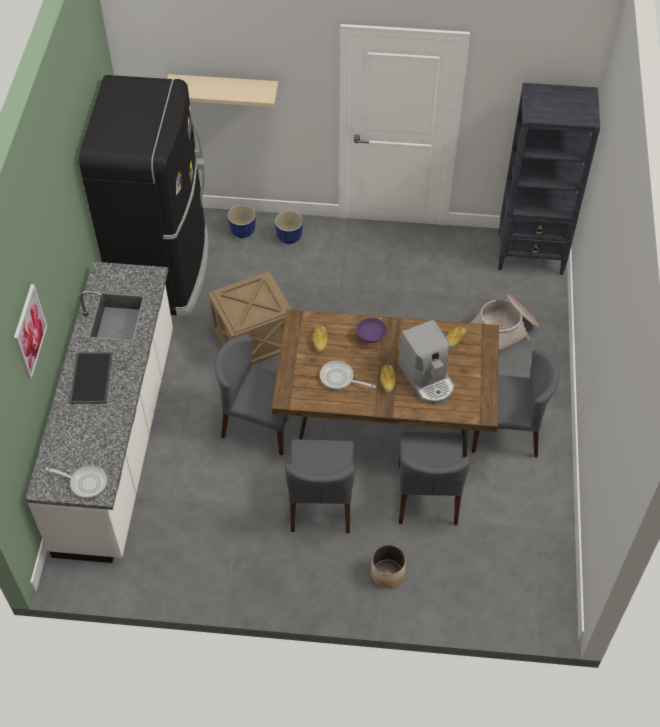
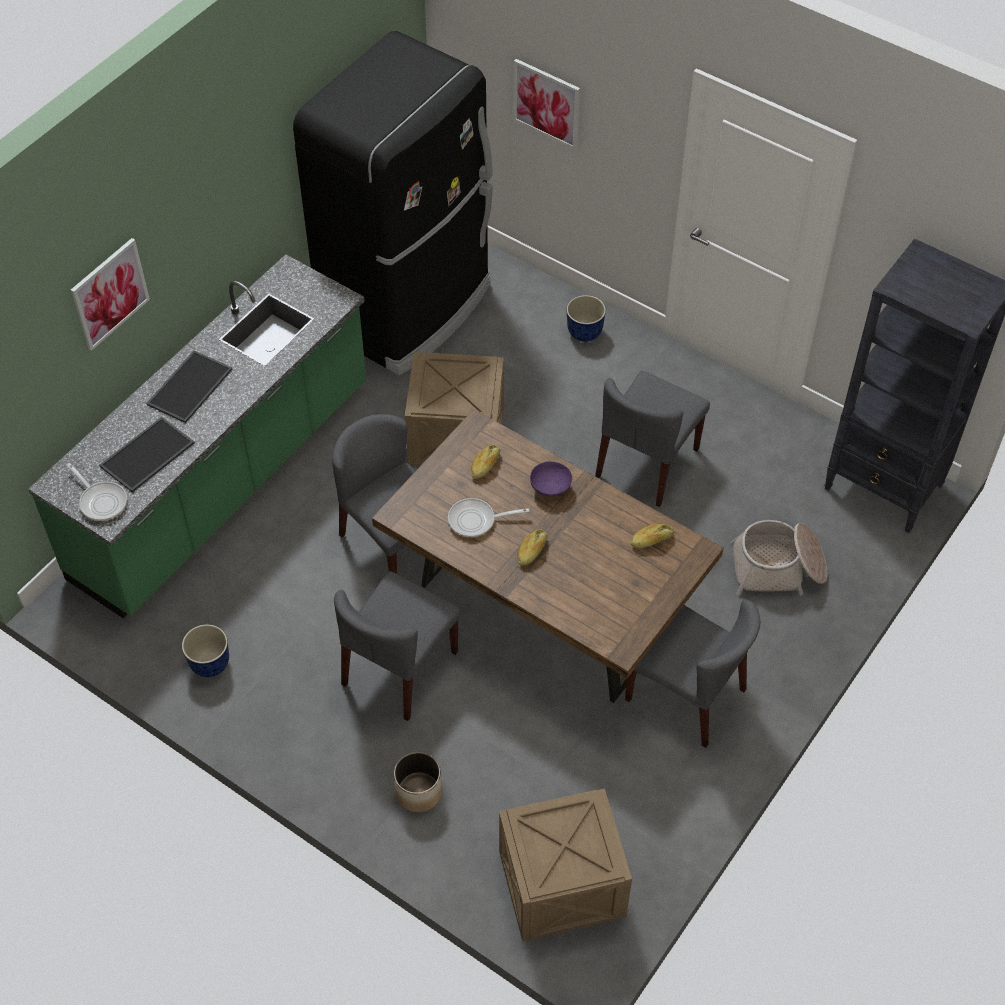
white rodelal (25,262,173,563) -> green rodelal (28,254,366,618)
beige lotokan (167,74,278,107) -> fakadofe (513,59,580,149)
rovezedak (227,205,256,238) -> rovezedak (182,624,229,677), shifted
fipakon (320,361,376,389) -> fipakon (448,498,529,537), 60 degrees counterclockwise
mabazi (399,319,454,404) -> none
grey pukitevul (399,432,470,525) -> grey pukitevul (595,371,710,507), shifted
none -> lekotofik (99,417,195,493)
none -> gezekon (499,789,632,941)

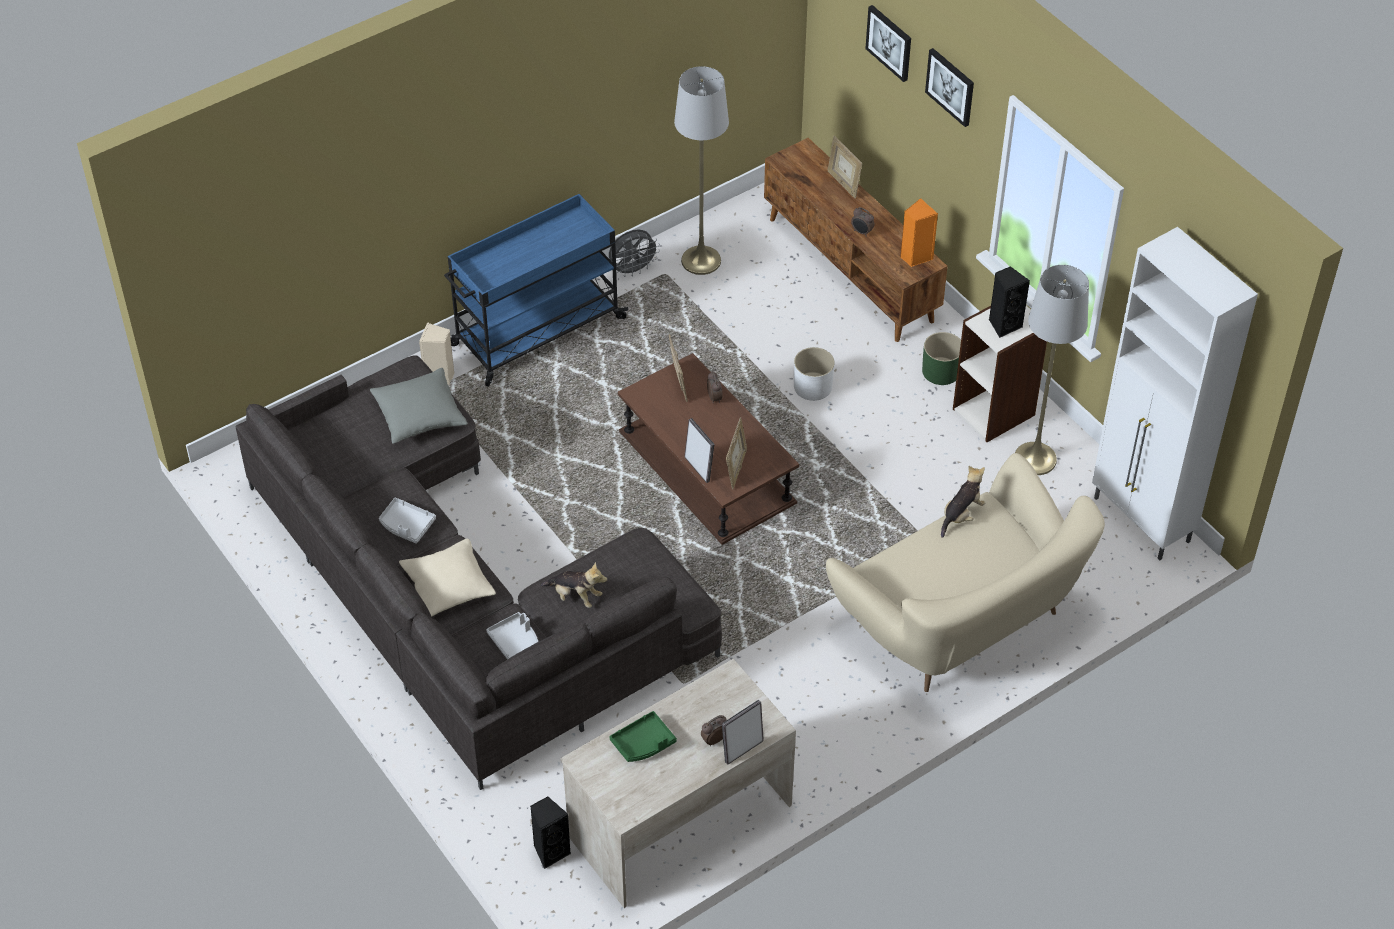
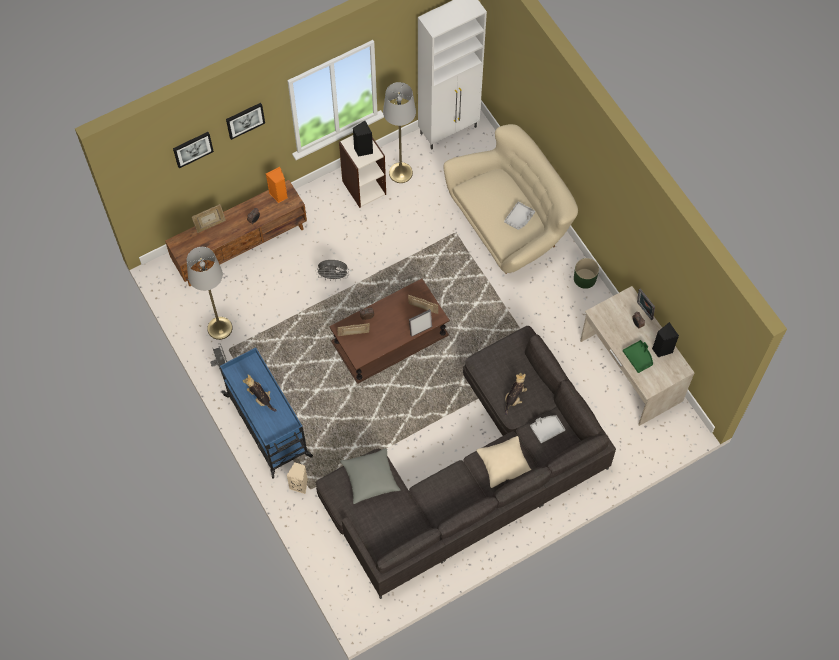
grey lekotofik (379,498,436,544) -> grey lekotofik (504,202,535,230), shifted
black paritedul (530,796,571,869) -> black paritedul (652,322,679,357), shifted
white rovezedak (794,347,835,401) -> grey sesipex (316,260,349,281)
green rovezedak (922,332,961,385) -> green rovezedak (574,258,599,289), shifted
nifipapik (941,466,985,538) -> nifipapik (243,375,277,412), shifted

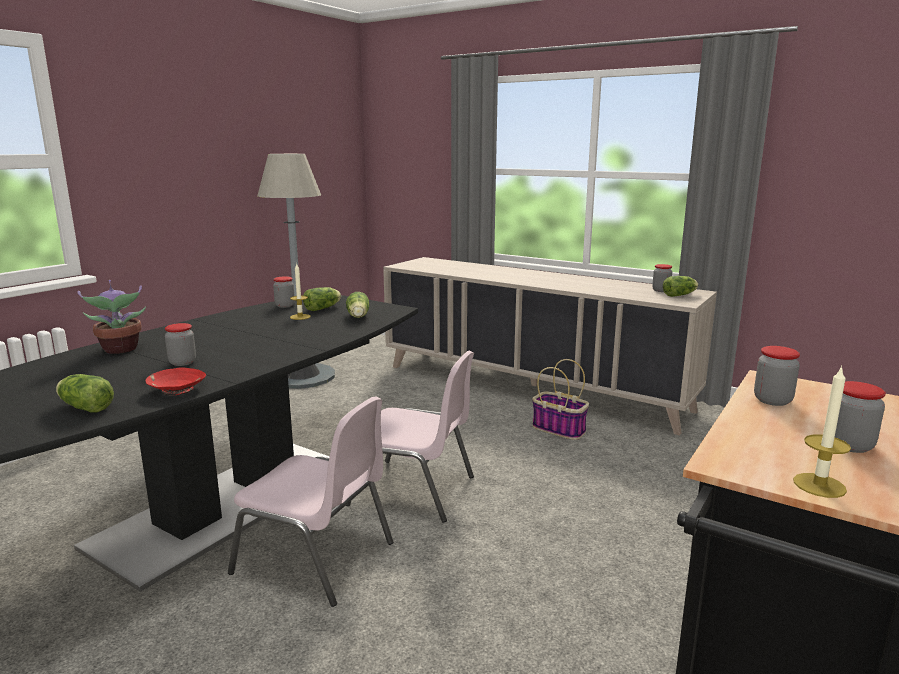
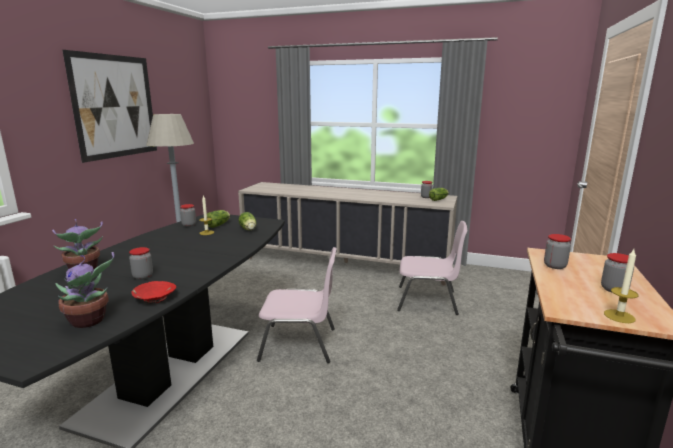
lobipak (56,374,114,413) -> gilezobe (55,252,115,328)
pink pukitevul (228,397,393,607) -> pink pukitevul (397,221,467,315), shifted
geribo (532,359,589,440) -> none
none -> fakadofe (63,50,157,163)

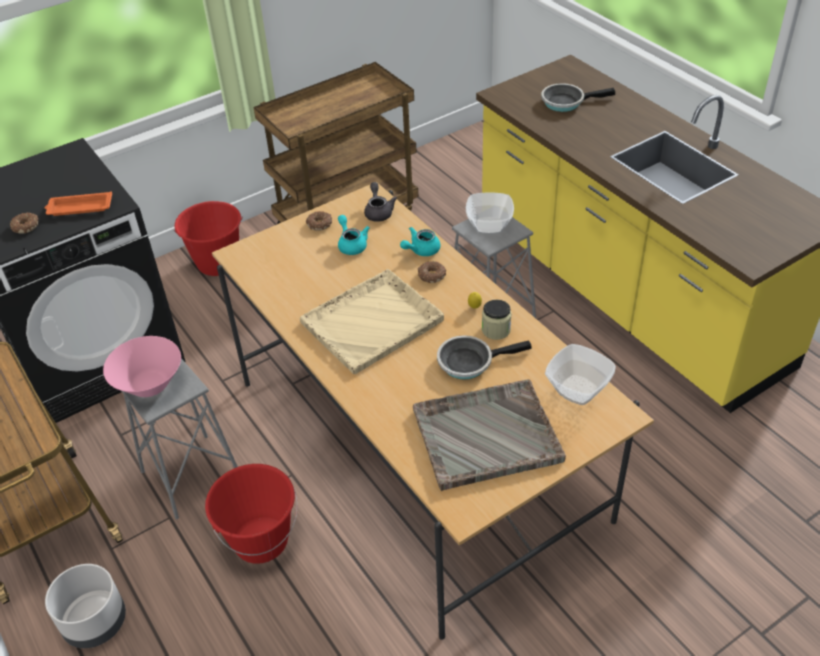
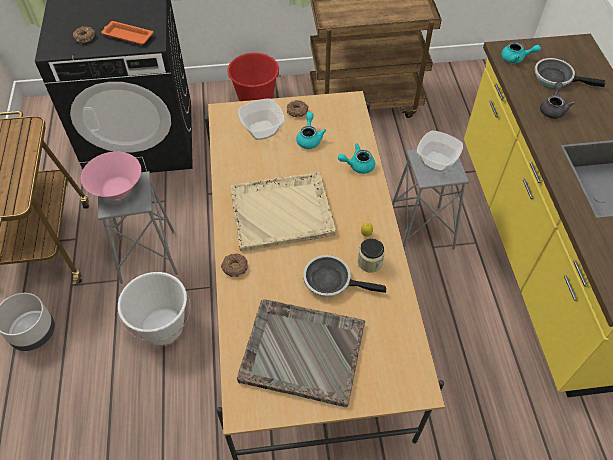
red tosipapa (205,464,297,564) -> white tosipapa (117,272,191,345)
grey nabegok (364,182,397,222) -> grey nabegok (540,82,575,119), shifted
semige (418,261,446,283) -> semige (221,253,248,277), shifted
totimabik (545,344,616,405) -> totimabik (238,99,285,140), shifted
none -> turquoise nabegok (501,42,541,63)

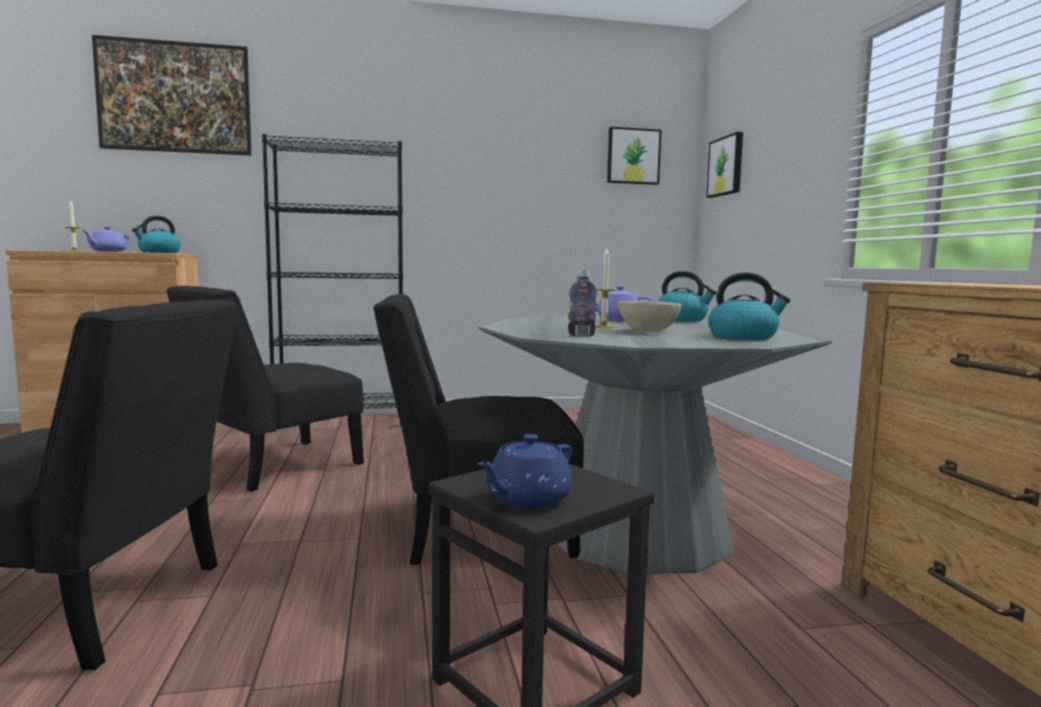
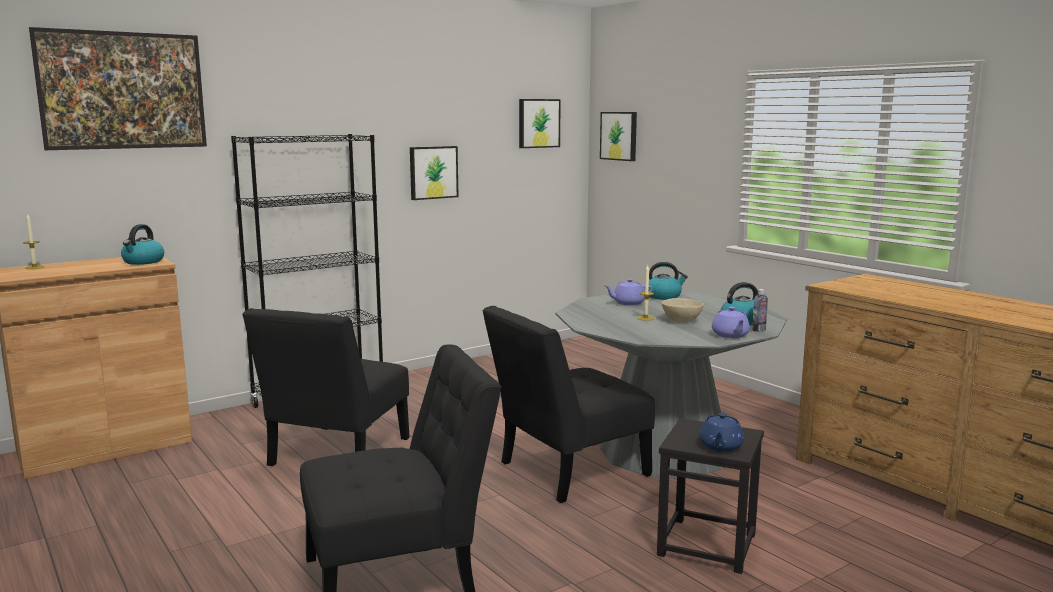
purple nabegok (82,227,129,252) -> purple nabegok (712,307,750,338), shifted
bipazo (568,270,597,336) -> bipazo (752,289,768,332), shifted
none -> fakadofe (410,146,459,200)

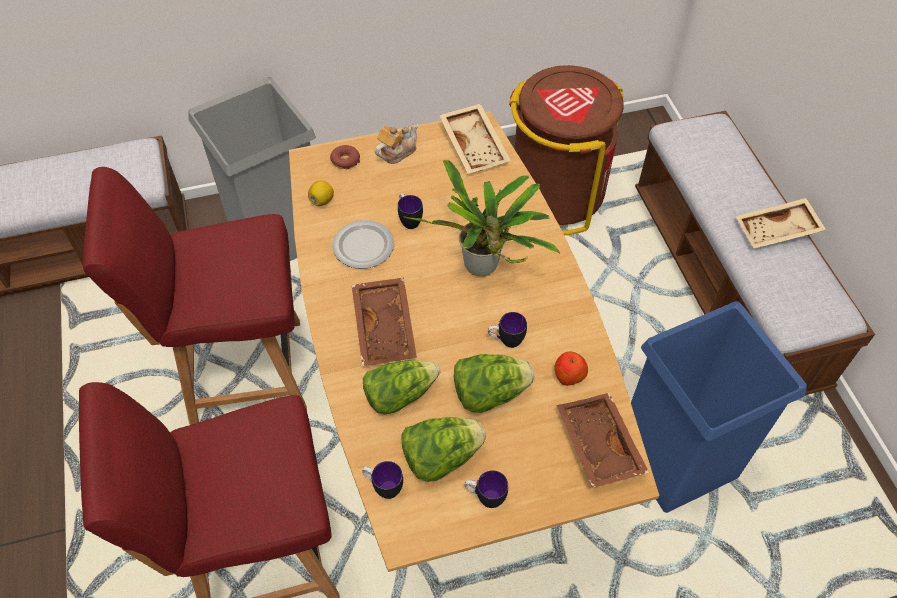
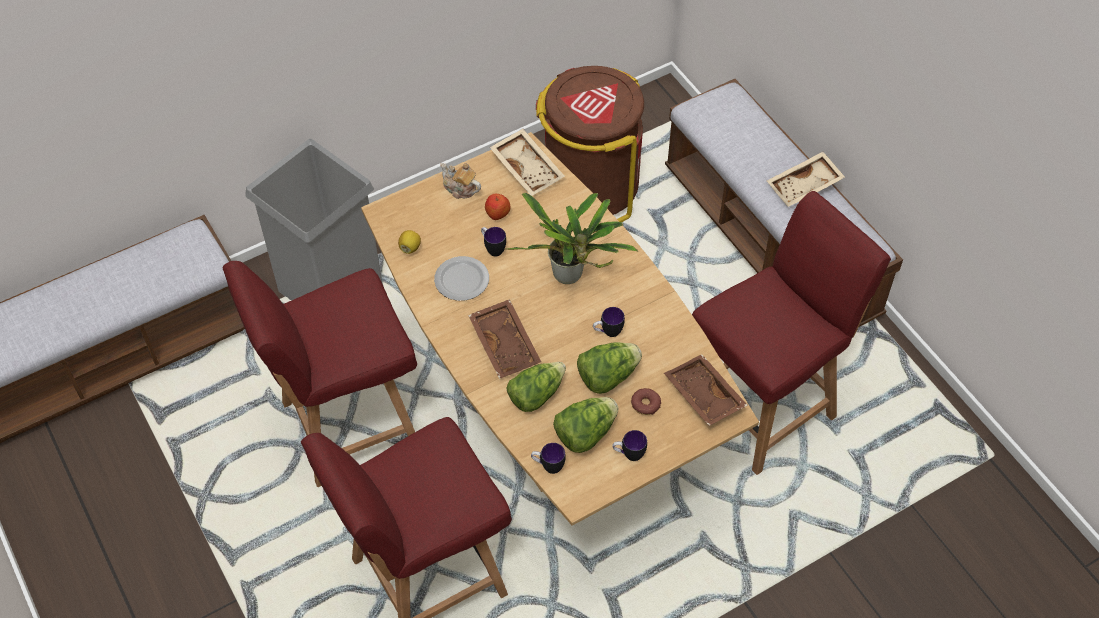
semige (330,145,360,169) -> semige (631,388,661,415), shifted
nabegok (375,123,418,164) -> nabegok (440,163,481,199), 90 degrees counterclockwise
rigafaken (554,351,588,386) -> rigafaken (485,194,511,220), shifted
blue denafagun (631,301,807,513) -> red pukitevul (692,191,891,475)

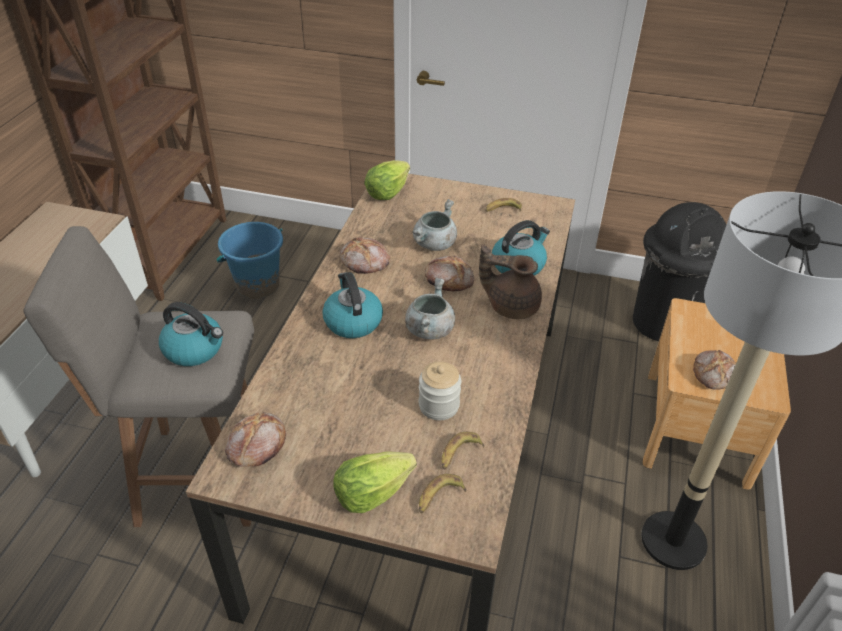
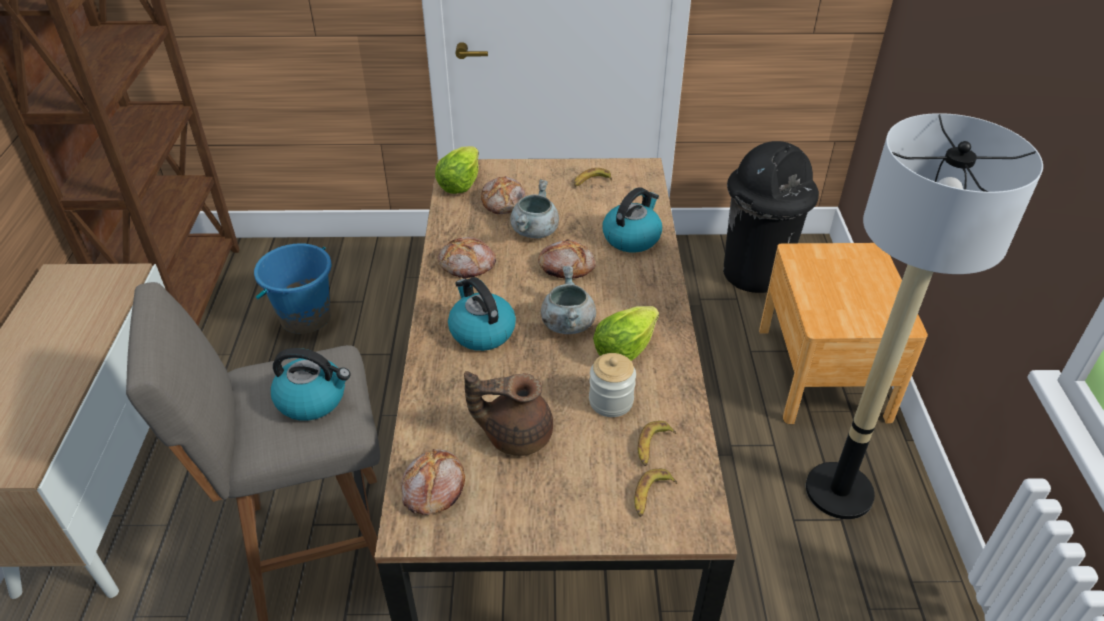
lobipak (333,451,417,513) -> lobipak (593,306,659,361), shifted
brown nabegok (479,244,542,319) -> brown nabegok (464,371,553,456), shifted
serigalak (693,350,736,390) -> serigalak (481,176,526,214), shifted

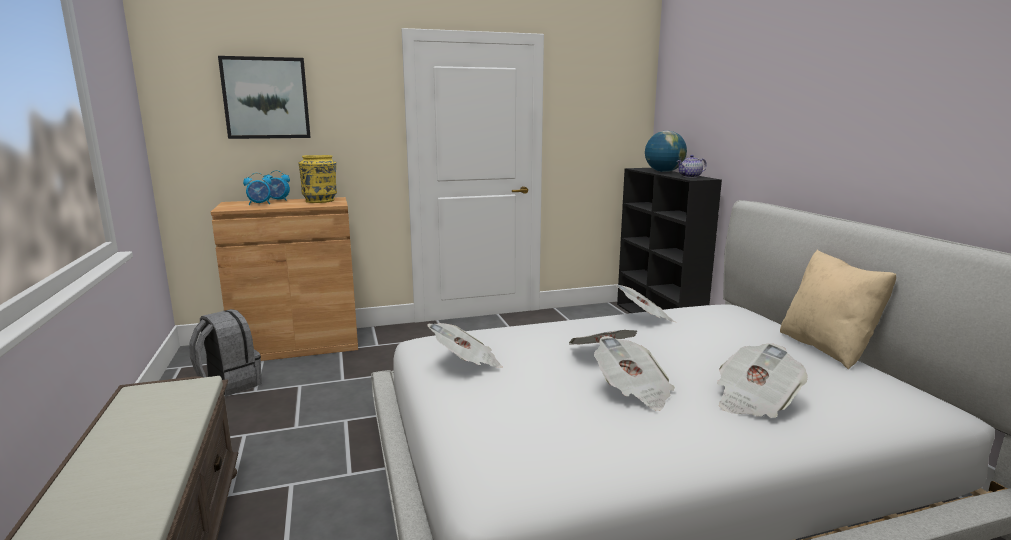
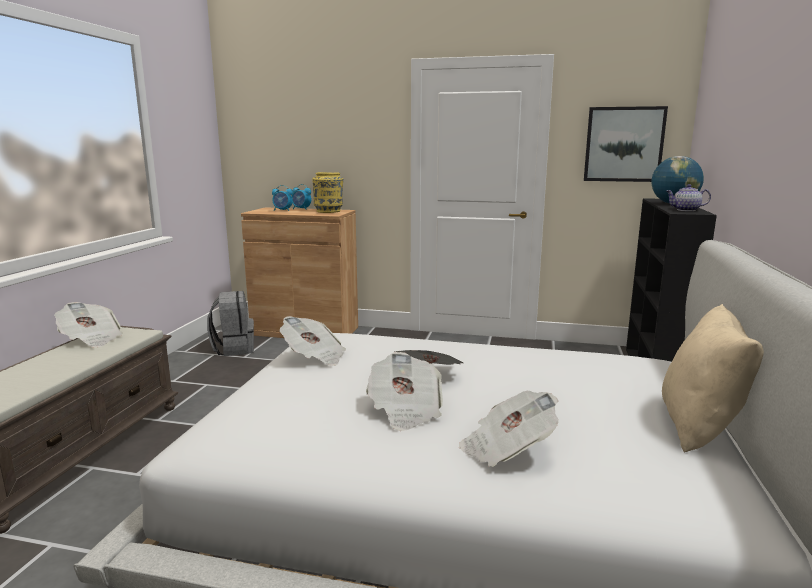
fakadofe (218,56,311,139) -> fakadofe (584,106,668,182), shifted
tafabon (614,284,675,322) -> tafabon (54,302,123,348), shifted

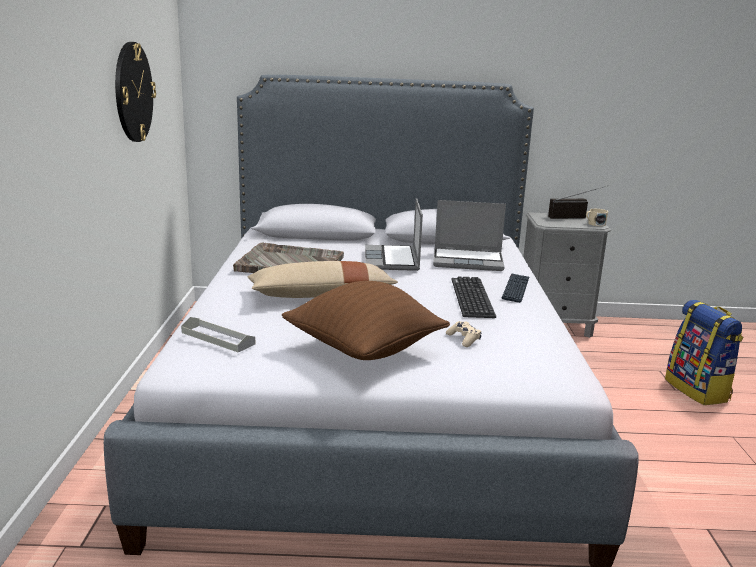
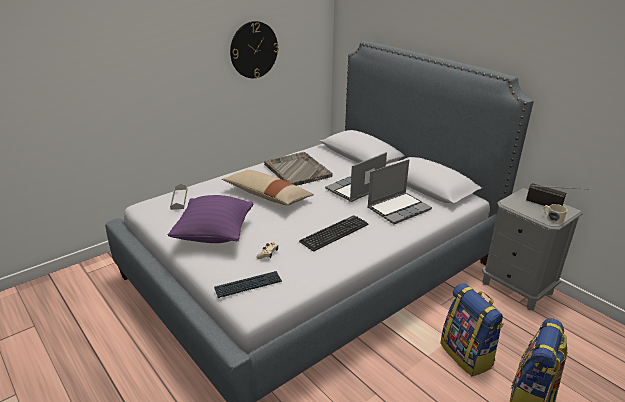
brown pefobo (282,281,450,360) -> purple pefobo (168,195,253,243)
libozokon (433,200,506,271) -> libozokon (367,159,432,224), 90 degrees counterclockwise
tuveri (502,273,529,303) -> tuveri (214,271,282,298), shifted
none -> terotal (440,283,504,376)

